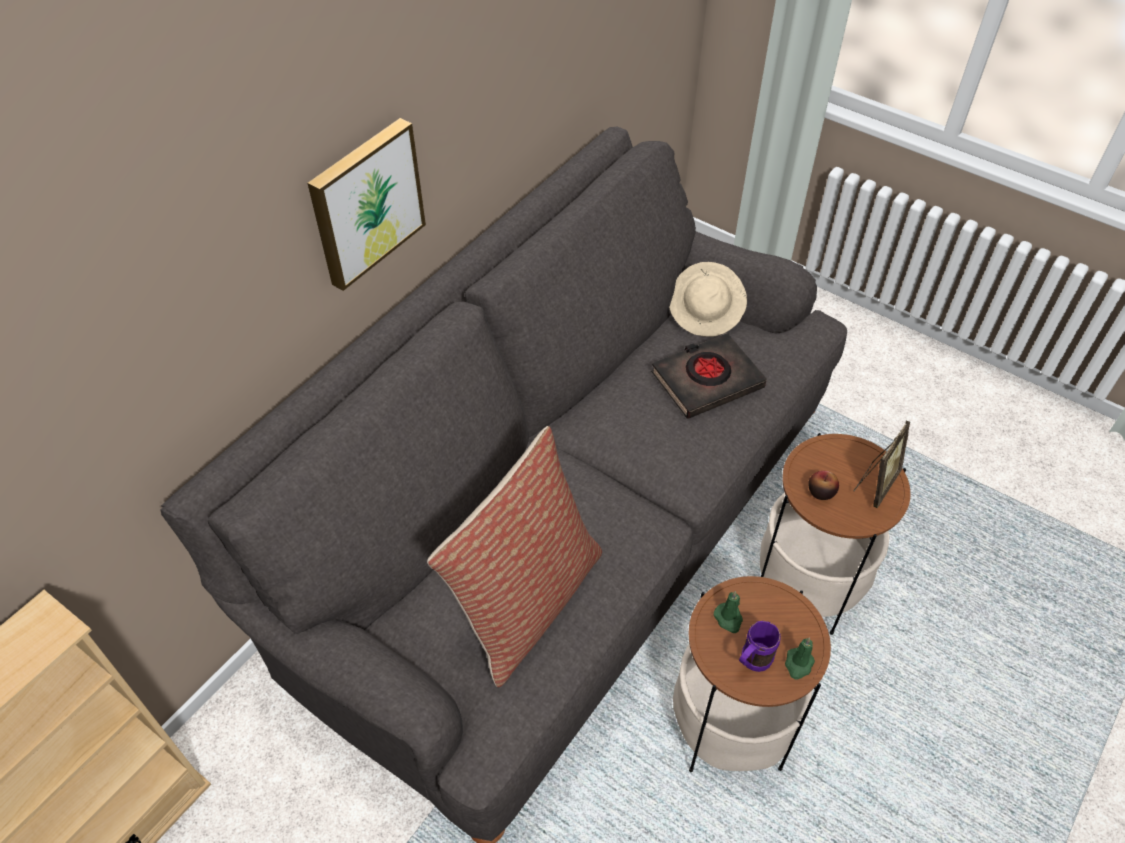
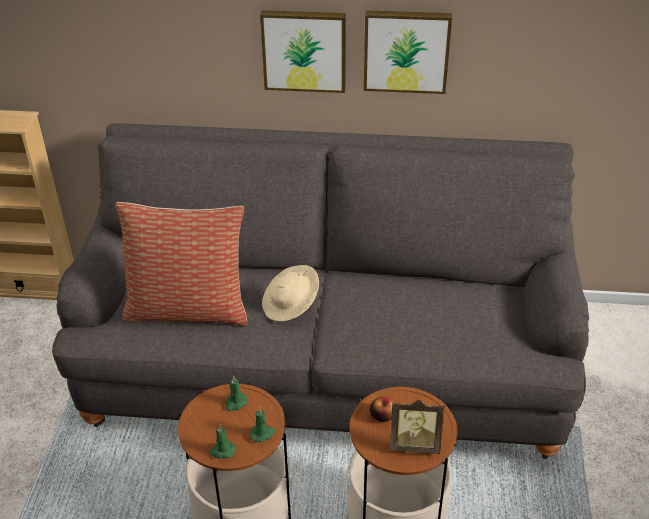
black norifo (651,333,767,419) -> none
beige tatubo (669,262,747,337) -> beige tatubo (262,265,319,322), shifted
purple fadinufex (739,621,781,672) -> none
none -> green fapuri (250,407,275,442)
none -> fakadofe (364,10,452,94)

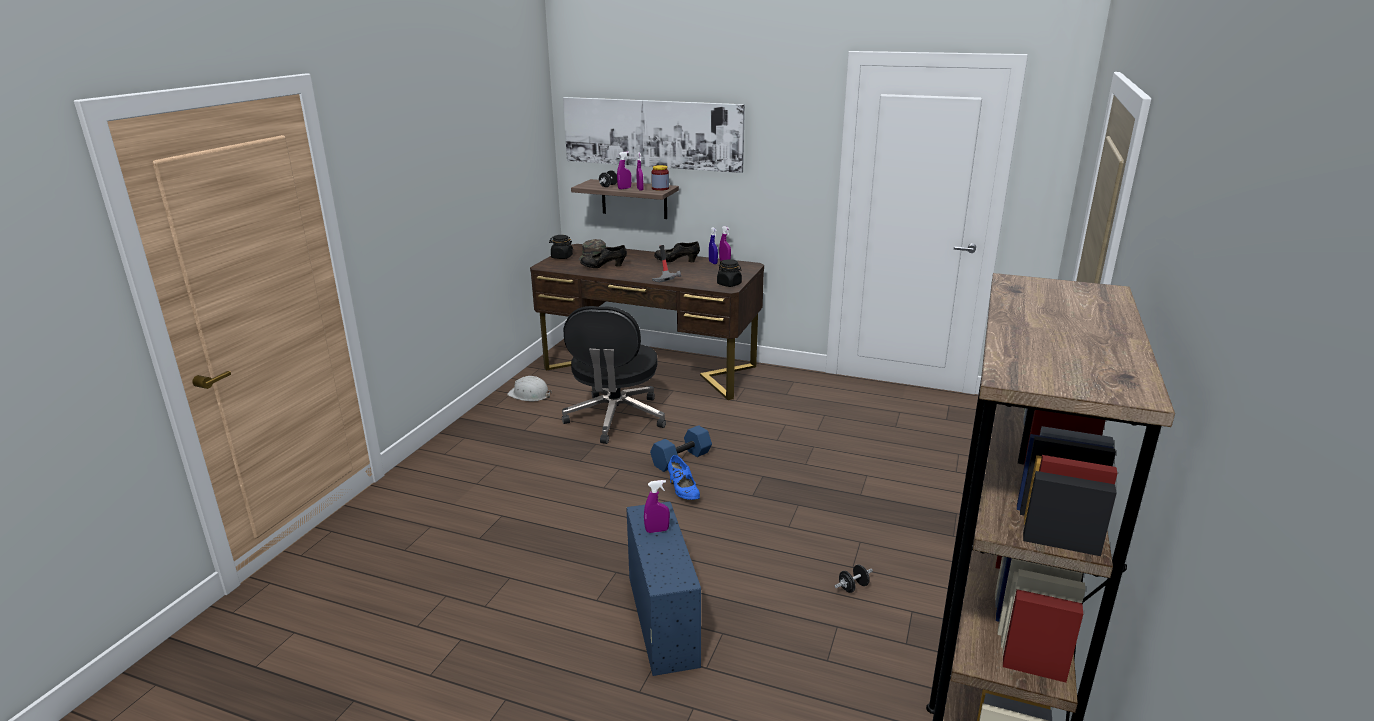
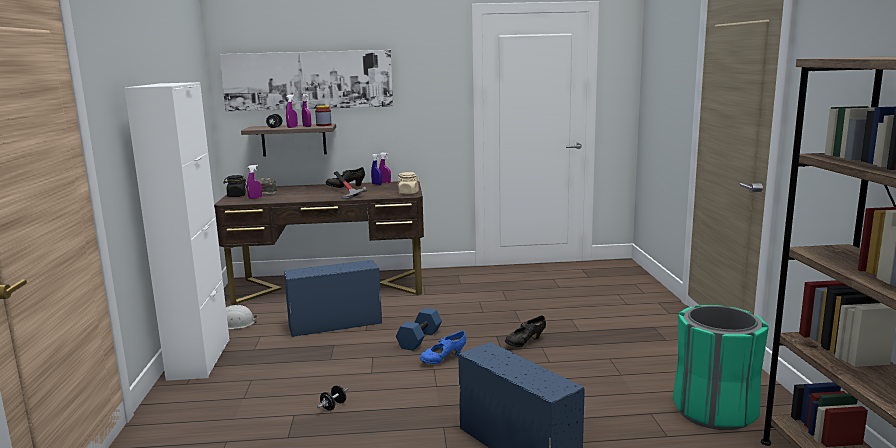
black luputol (562,306,666,444) -> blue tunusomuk (284,260,382,337)
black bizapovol (580,245,627,268) -> black bizapovol (505,316,546,347), shifted
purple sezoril (644,480,670,533) -> purple sezoril (247,165,262,199), shifted
blue bizapovol (668,455,700,500) -> blue bizapovol (420,331,466,364), 105 degrees clockwise
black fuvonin (717,259,742,287) -> beige fuvonin (397,172,420,194)
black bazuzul (835,564,873,593) -> black bazuzul (317,385,348,411), shifted
none -> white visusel (124,82,230,381)
none -> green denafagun (673,305,769,430)

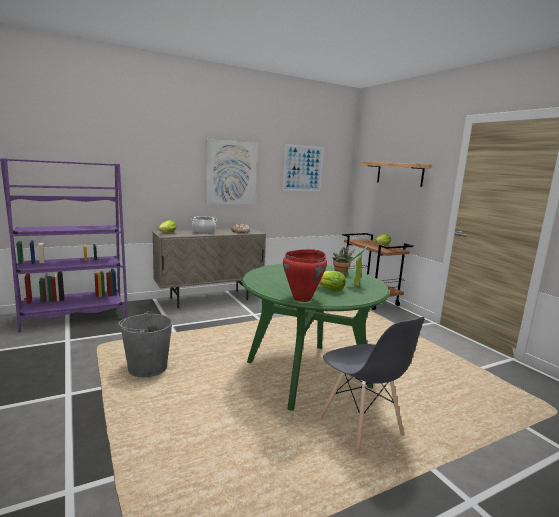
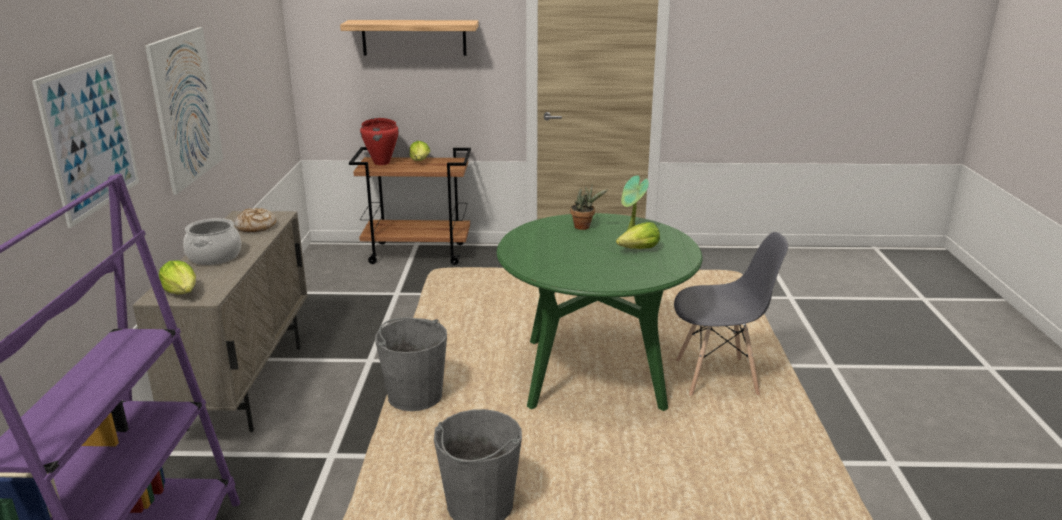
fakadofe (283,144,324,191) -> fakadofe (32,55,139,228), shifted
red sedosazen (283,249,327,302) -> red sedosazen (360,118,399,165), shifted
none -> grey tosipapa (375,317,447,411)

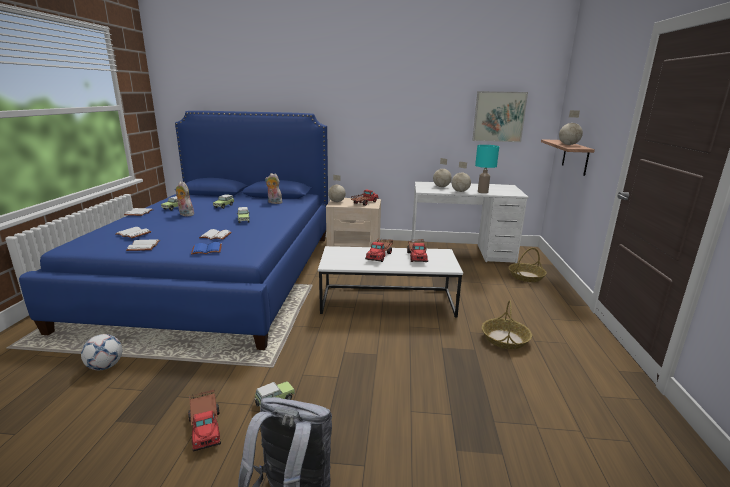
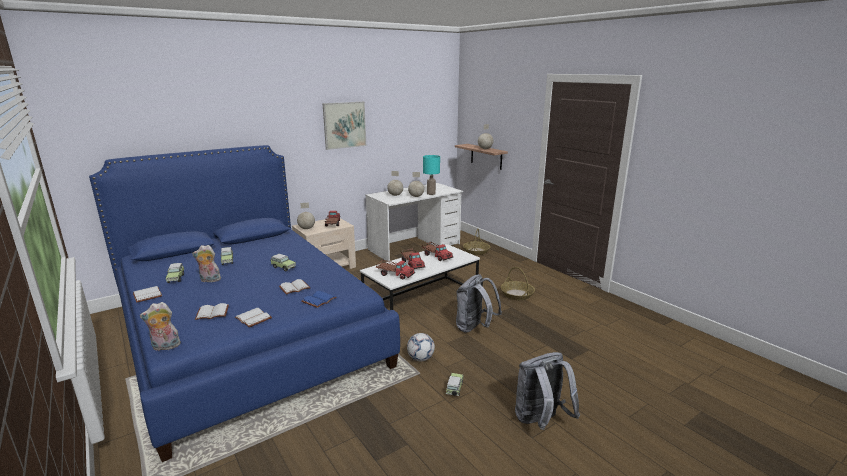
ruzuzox (81,334,122,370) -> ruzuzox (407,333,435,361), shifted
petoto (188,389,221,452) -> petoto (375,259,415,279), shifted
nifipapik (265,173,282,204) -> nifipapik (140,302,181,351), shifted
fakadofe (472,91,528,142) -> fakadofe (322,102,366,150), shifted
none -> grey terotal (456,274,502,333)

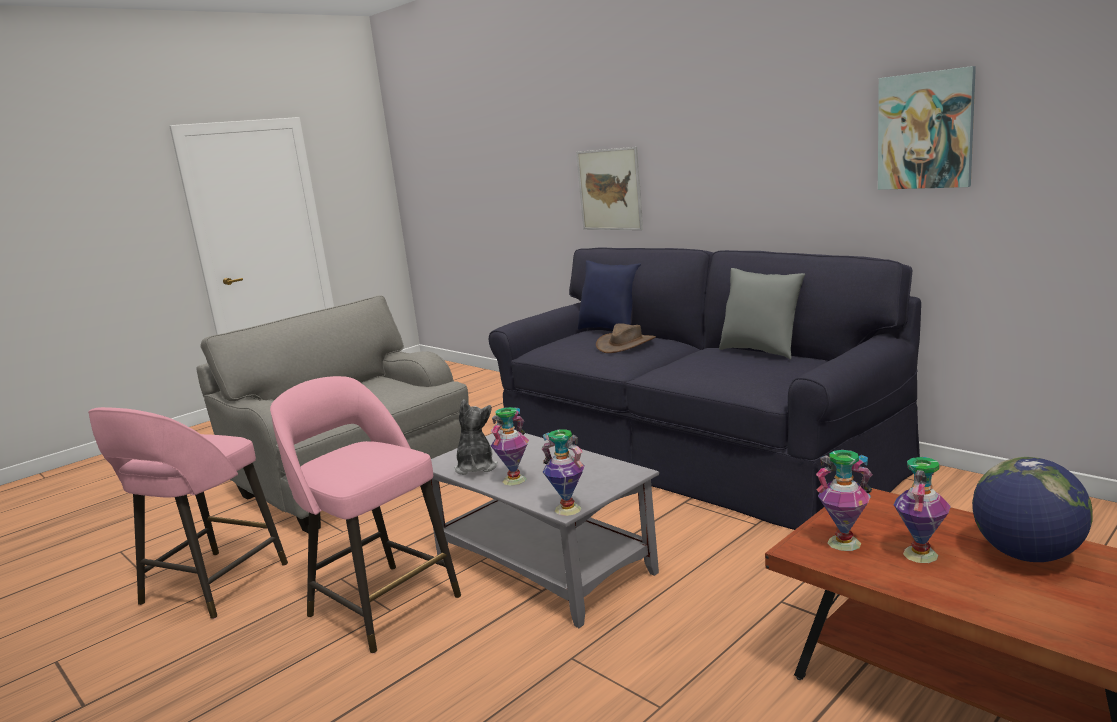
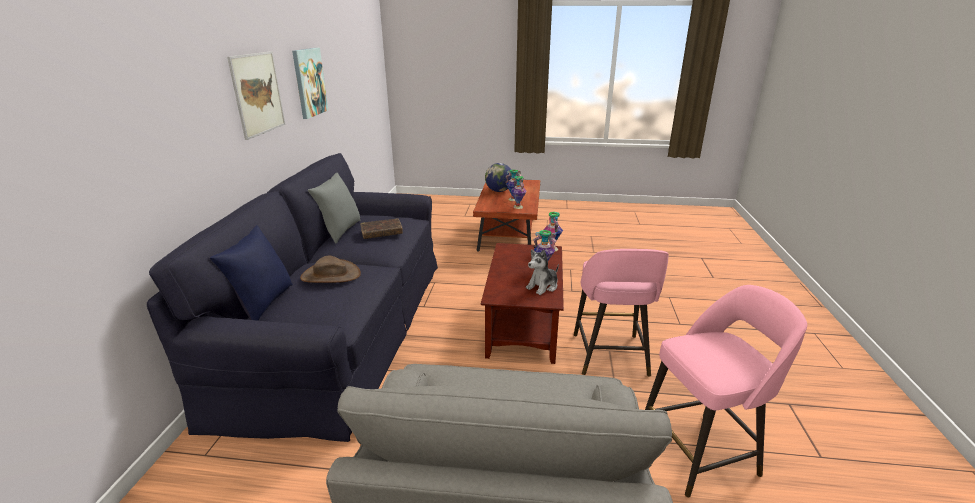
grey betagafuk (430,430,659,628) -> brown betagafuk (481,243,564,364)
fakadofe (576,147,643,230) -> fakadofe (227,51,286,140), shifted
none -> brown norifo (360,218,403,239)

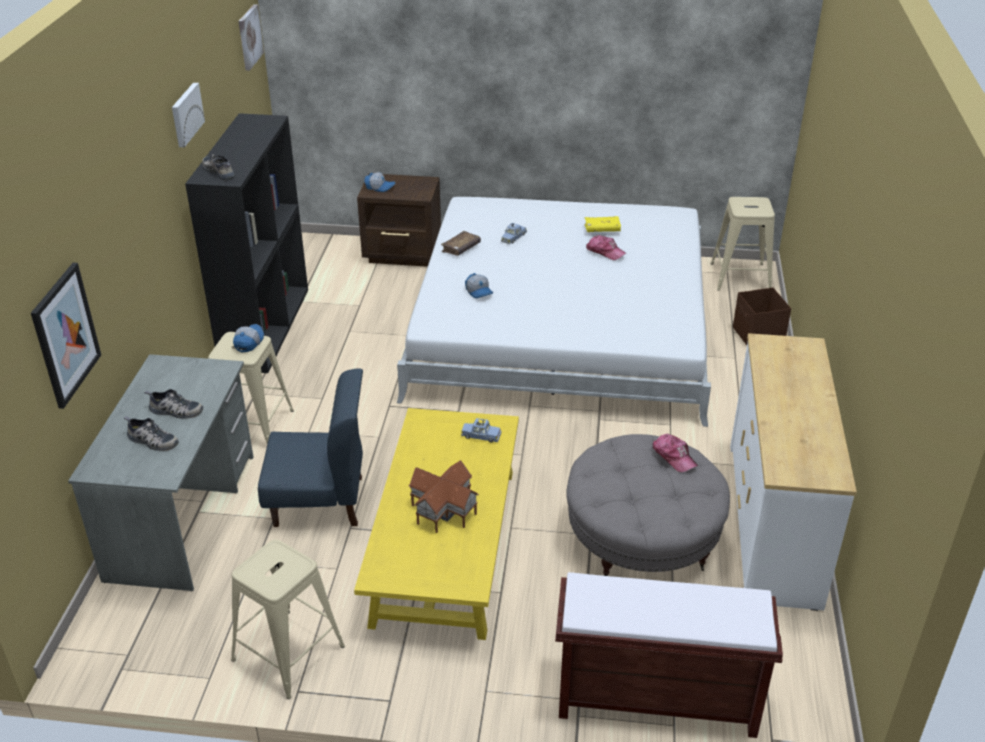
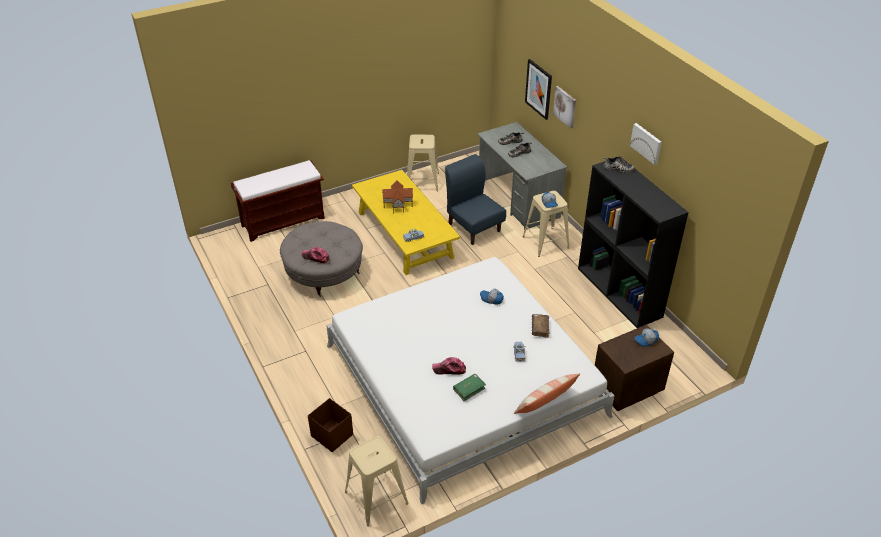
fakadofe (239,4,264,71) -> fakadofe (553,86,576,129), shifted
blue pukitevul (258,369,363,527) -> blue pukitevul (445,154,506,245), 90 degrees clockwise
yellow norifo (585,216,621,232) -> green norifo (453,374,486,401)
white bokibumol (730,333,857,611) -> none
none -> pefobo (514,373,580,414)

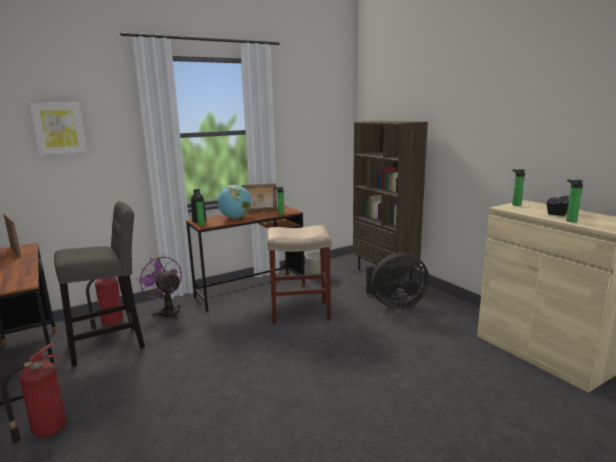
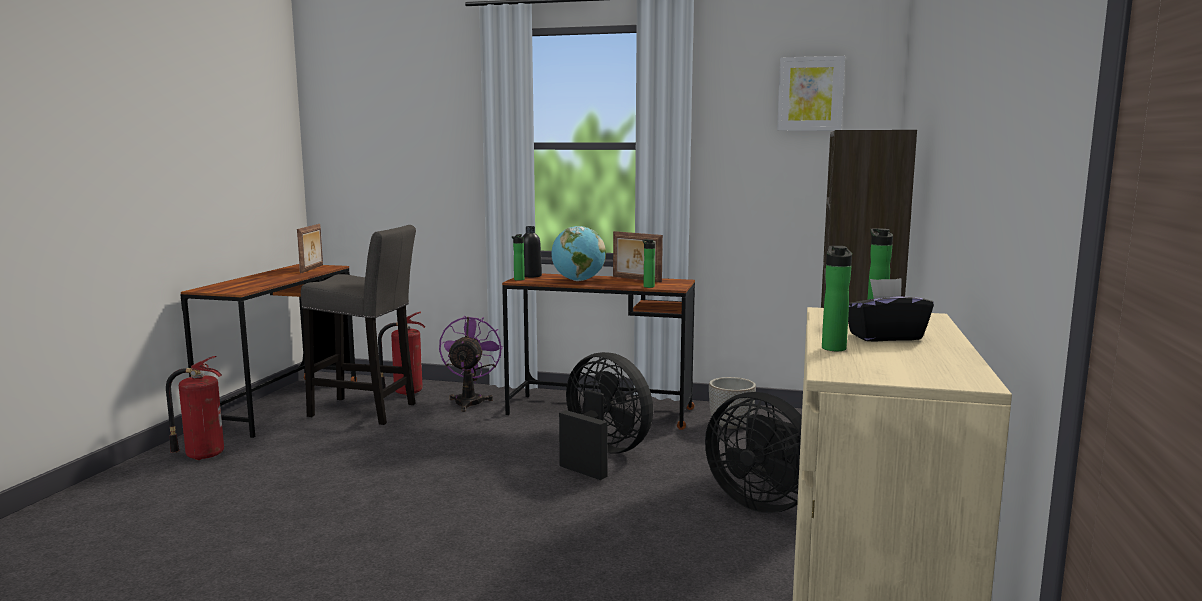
fakadofe (29,103,87,155) -> fakadofe (777,56,845,131), shifted
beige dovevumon (267,225,331,324) -> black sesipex (559,352,653,480)

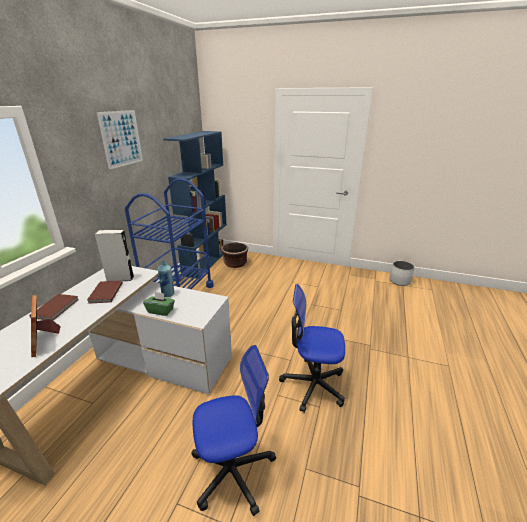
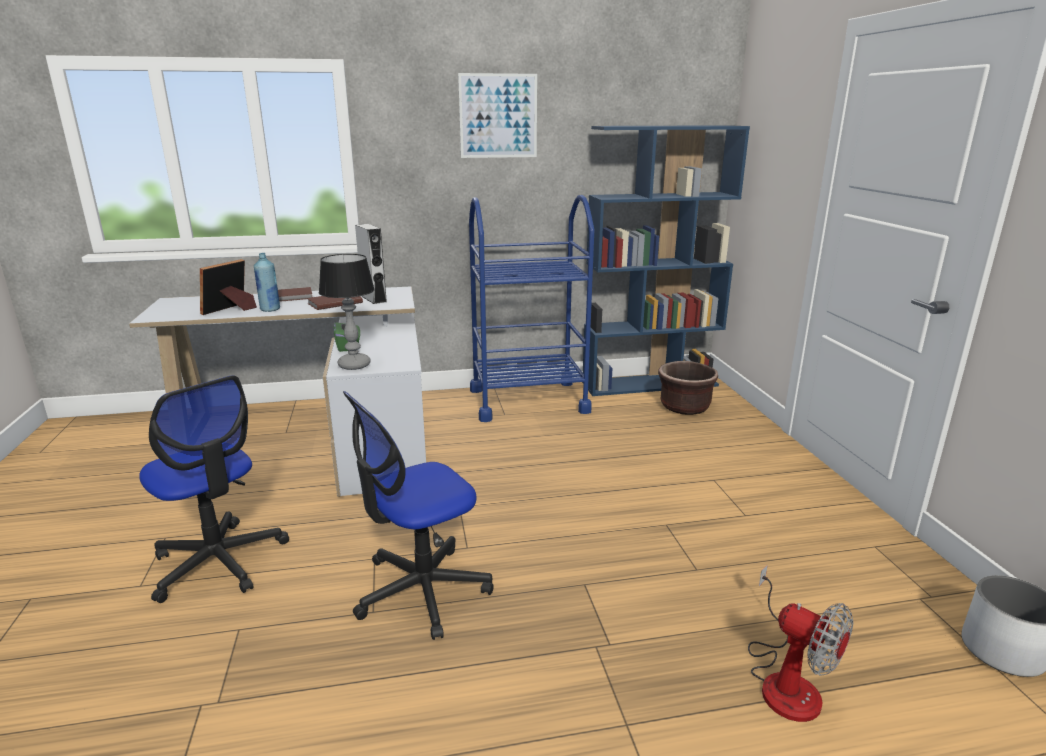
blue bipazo (158,260,174,297) -> blue bipazo (254,253,280,312), shifted
luputol (279,284,345,412) -> luputol (343,391,494,640), 105 degrees counterclockwise
none -> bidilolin (319,254,375,370)
none -> sesipex (748,565,853,722)

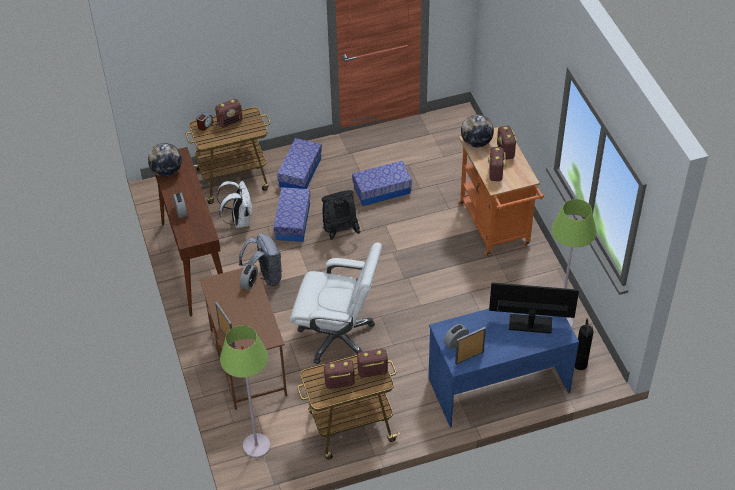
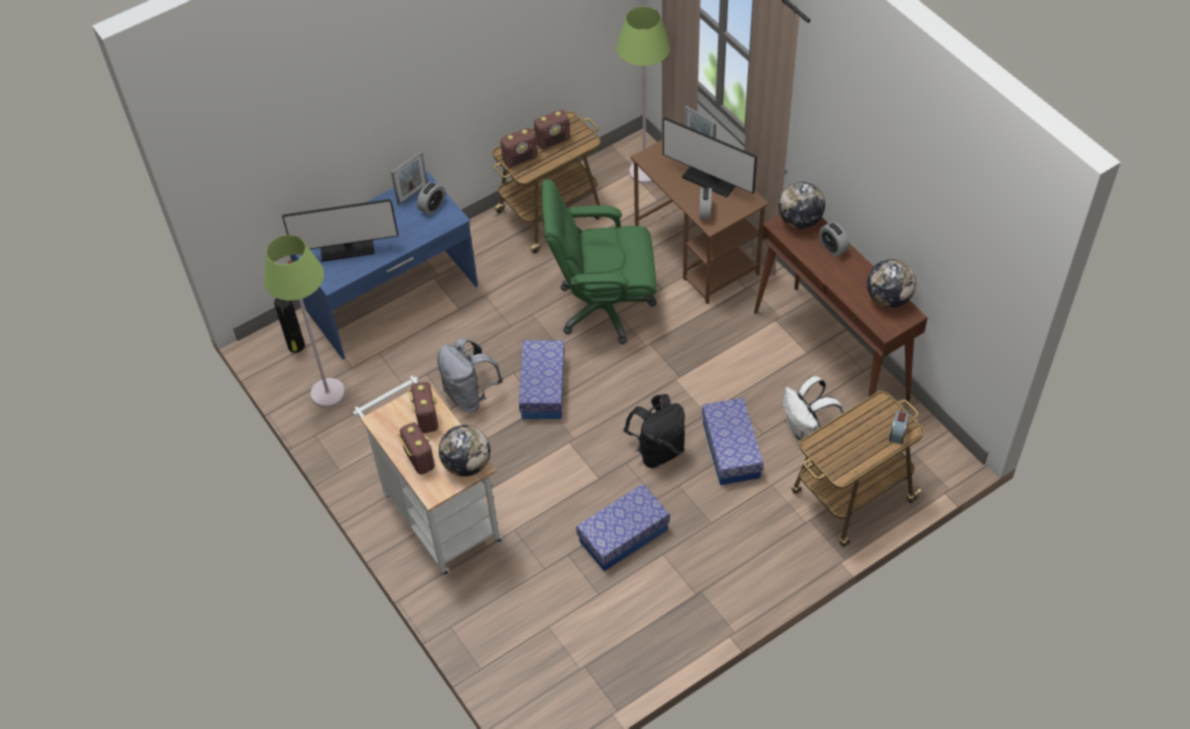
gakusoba (215,99,243,128) -> none
grey terotal (239,233,282,287) -> grey terotal (437,338,503,412), shifted
tunusomuk (277,138,322,189) -> tunusomuk (519,340,565,419), shifted
white luputol (290,243,382,364) -> green luputol (541,179,657,344)
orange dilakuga (458,125,544,256) -> white dilakuga (353,376,503,576)
none -> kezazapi (663,117,757,197)
none -> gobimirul (778,182,825,229)

